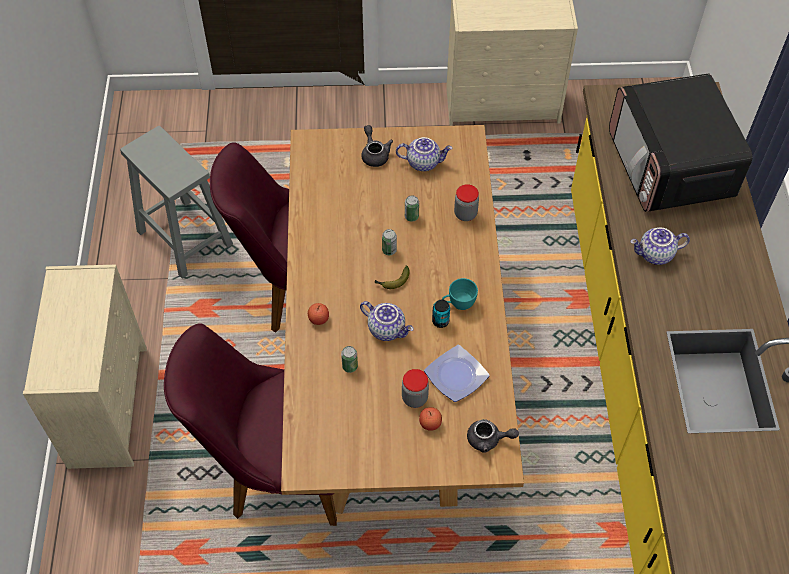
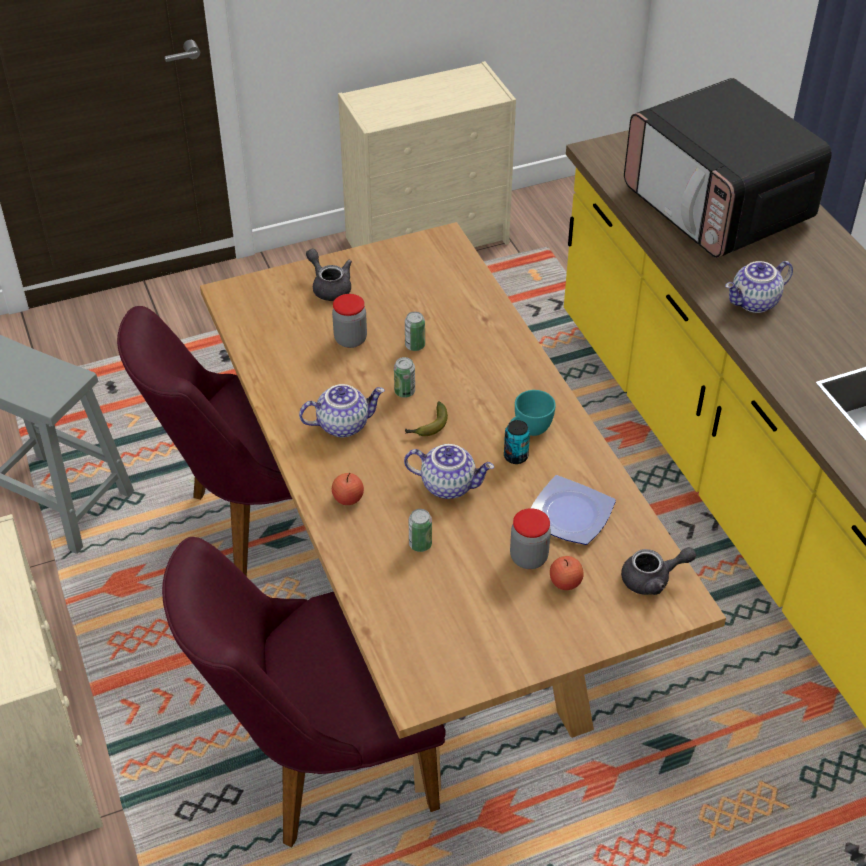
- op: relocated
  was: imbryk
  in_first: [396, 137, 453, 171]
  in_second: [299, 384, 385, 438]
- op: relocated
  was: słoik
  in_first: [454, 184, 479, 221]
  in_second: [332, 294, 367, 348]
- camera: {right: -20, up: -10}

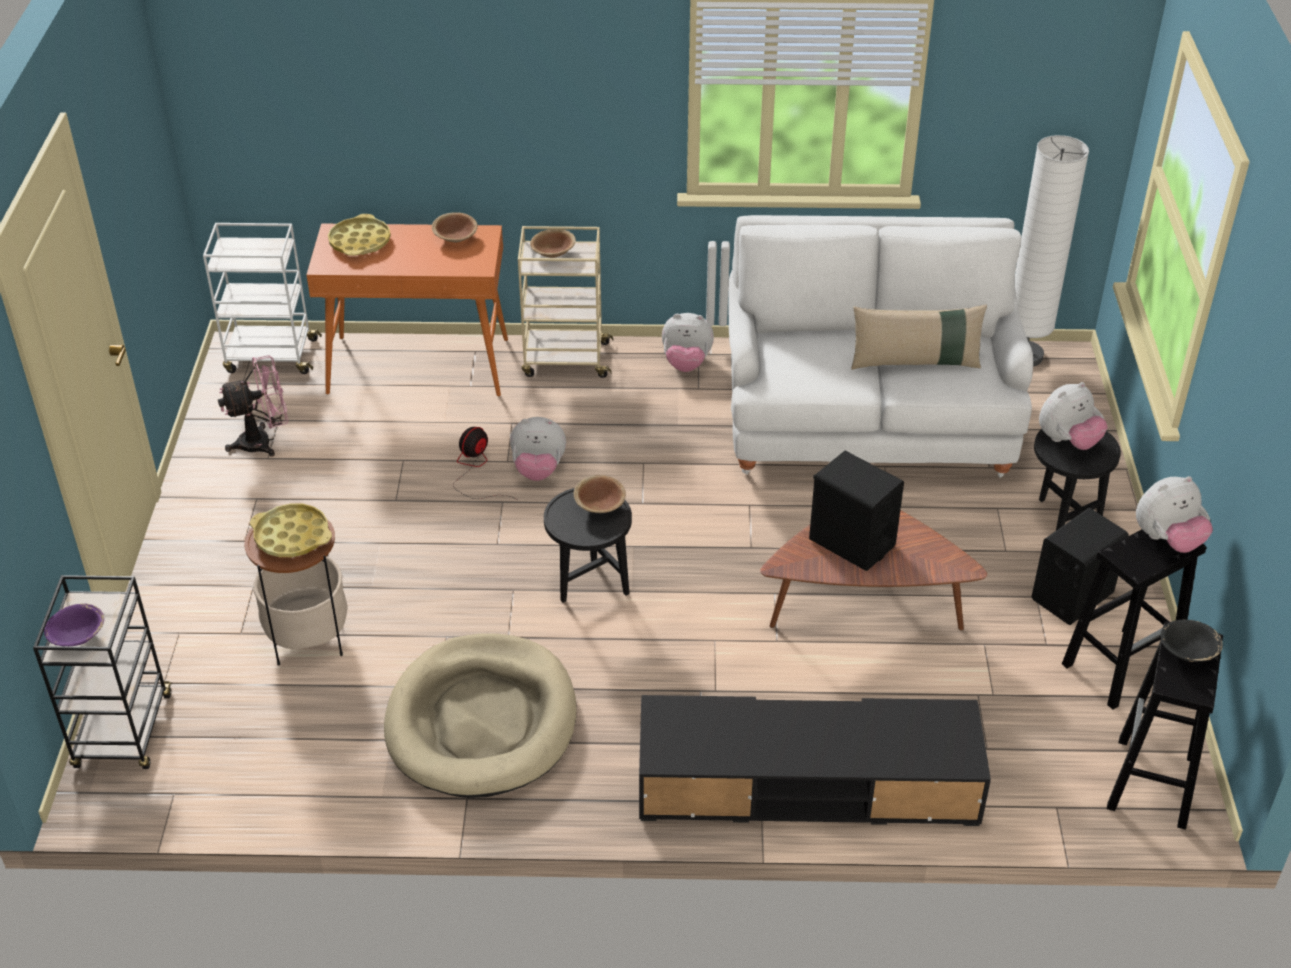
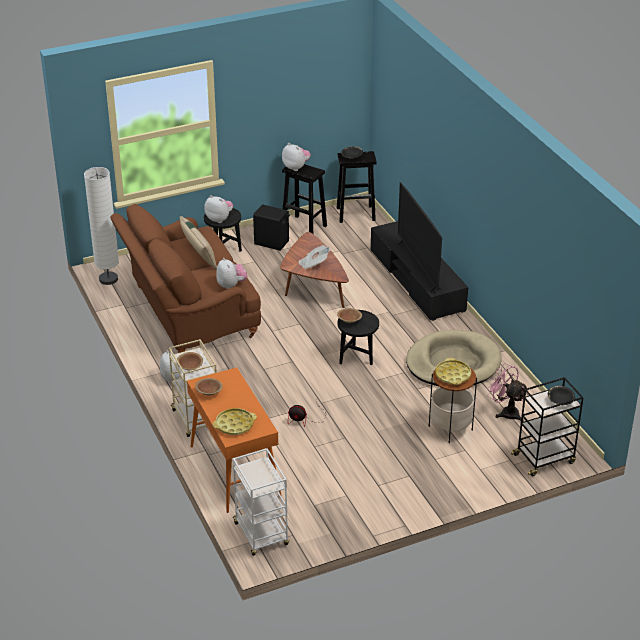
- op: colour
  was: kanapa [biały]
  now: kanapa [brązowy]
  in_first: [728, 215, 1033, 478]
  in_second: [110, 204, 261, 353]
- op: relocated
  was: wentylator [różowy]
  in_first: [218, 355, 288, 457]
  in_second: [487, 363, 529, 421]
- op: relocated
  was: pluszak
  in_first: [510, 417, 566, 481]
  in_second: [216, 258, 248, 289]
- op: exchanged
  was: głośnik [czarny]
  now: gazeta
  in_first: [809, 451, 904, 571]
  in_second: [298, 245, 330, 269]
- op: colour
  was: miska [fioletowy]
  now: miska [czarny]
  in_first: [44, 604, 104, 646]
  in_second: [548, 386, 575, 405]
- op: appeared
  now: telewizor
  in_second: [397, 182, 442, 292]
- camera: {right: -115, up: -5}

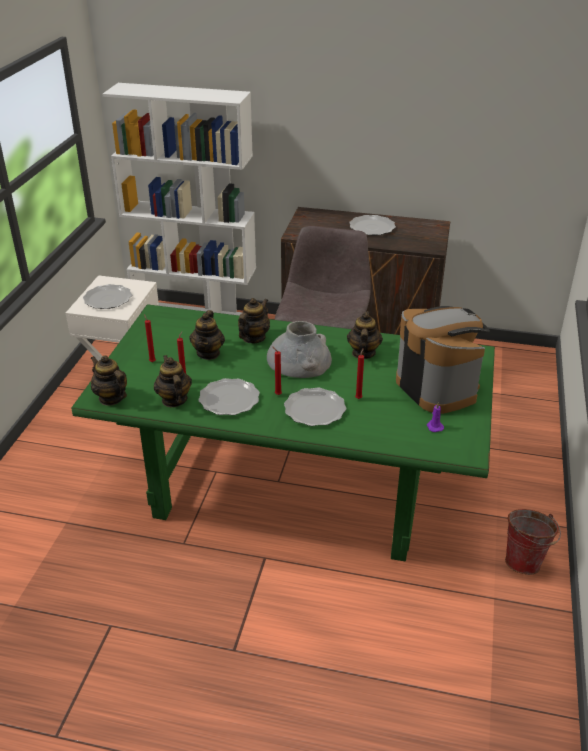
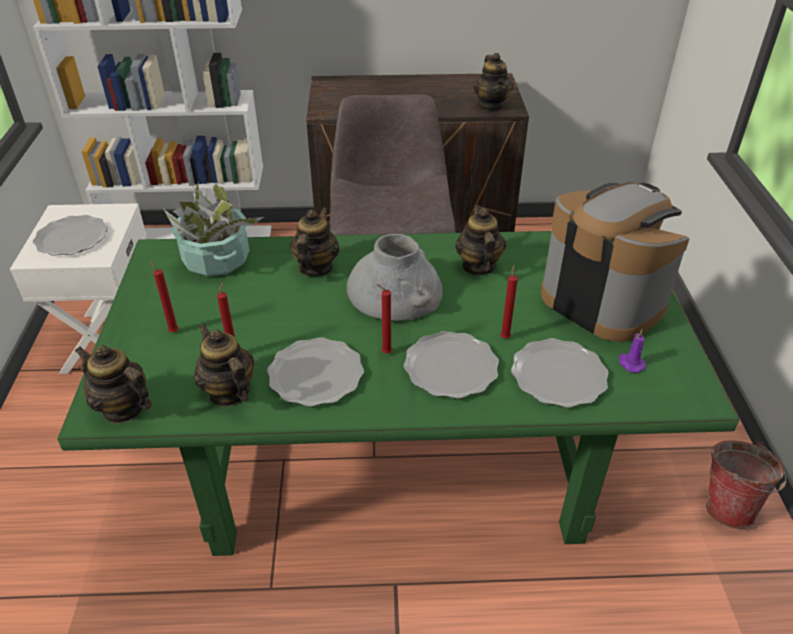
- op: relocated
  was: talerz
  in_first: [349, 215, 396, 236]
  in_second: [511, 338, 609, 408]
- op: relocated
  was: imbryk
  in_first: [189, 310, 225, 360]
  in_second: [474, 53, 513, 111]
- op: appeared
  now: roślina doniczkowa
  in_second: [164, 182, 264, 277]
- camera: {right: -15, up: 5}

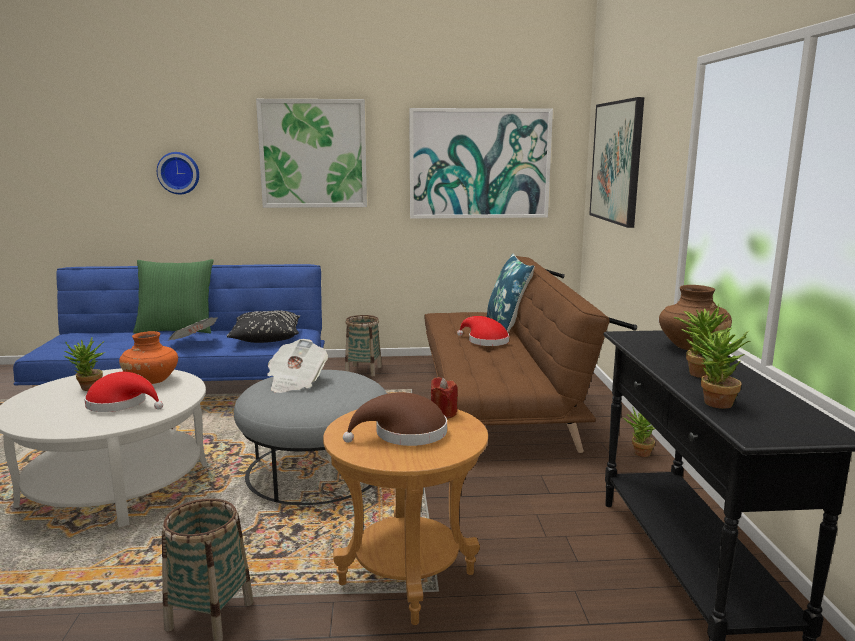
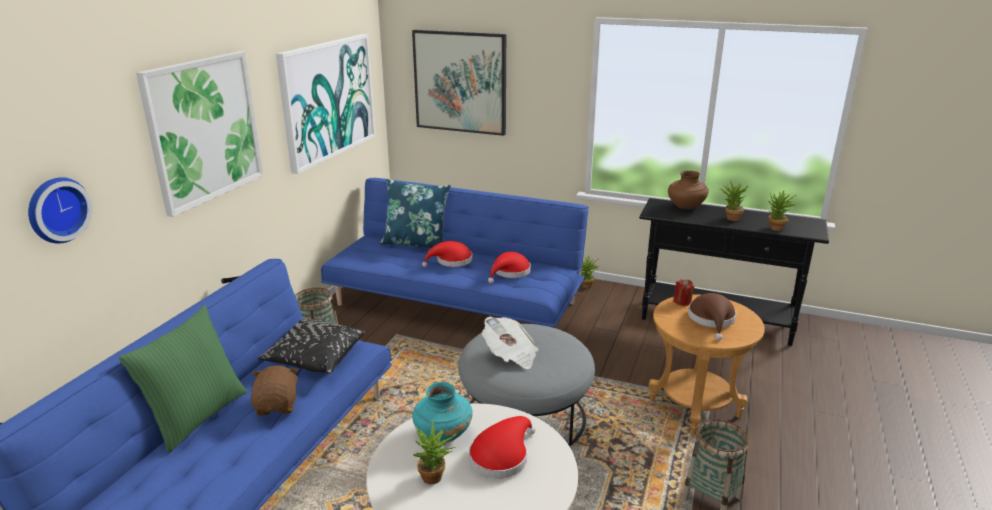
- op: colour
  was: kanapa [brązowy]
  now: kanapa [niebieski]
  in_first: [424, 256, 637, 453]
  in_second: [321, 178, 588, 327]
- op: exchanged
  was: gazeta
  now: pluszak [brązowy]
  in_first: [169, 317, 218, 340]
  in_second: [251, 365, 299, 415]
- op: colour
  was: wazon [pomarańczowy]
  now: wazon [turkusowy]
  in_first: [119, 331, 178, 384]
  in_second: [412, 382, 473, 442]
- op: appeared
  now: kapelusz [czerwony]
  in_second: [488, 252, 531, 283]
- camera: {right: -65, up: 10}

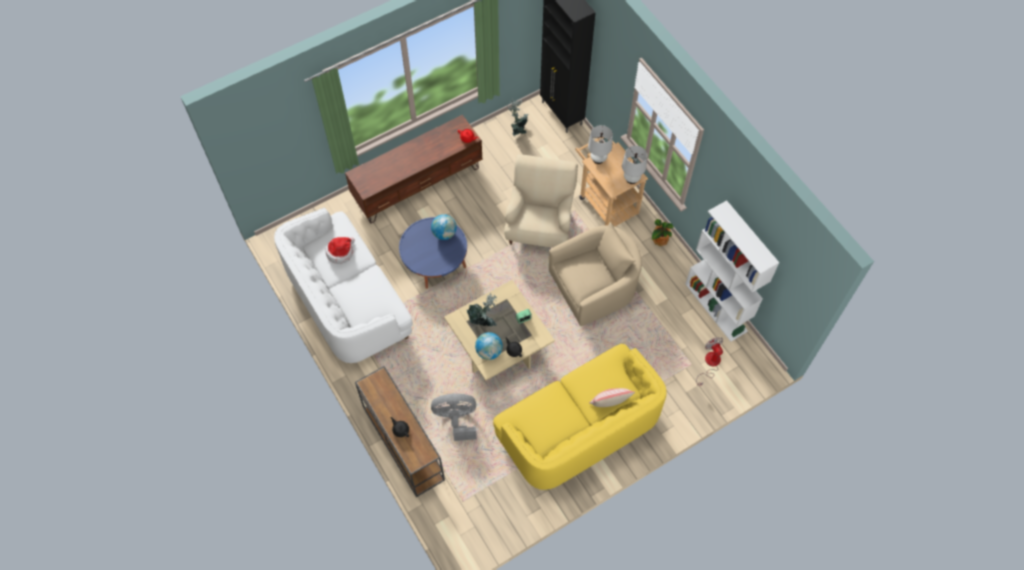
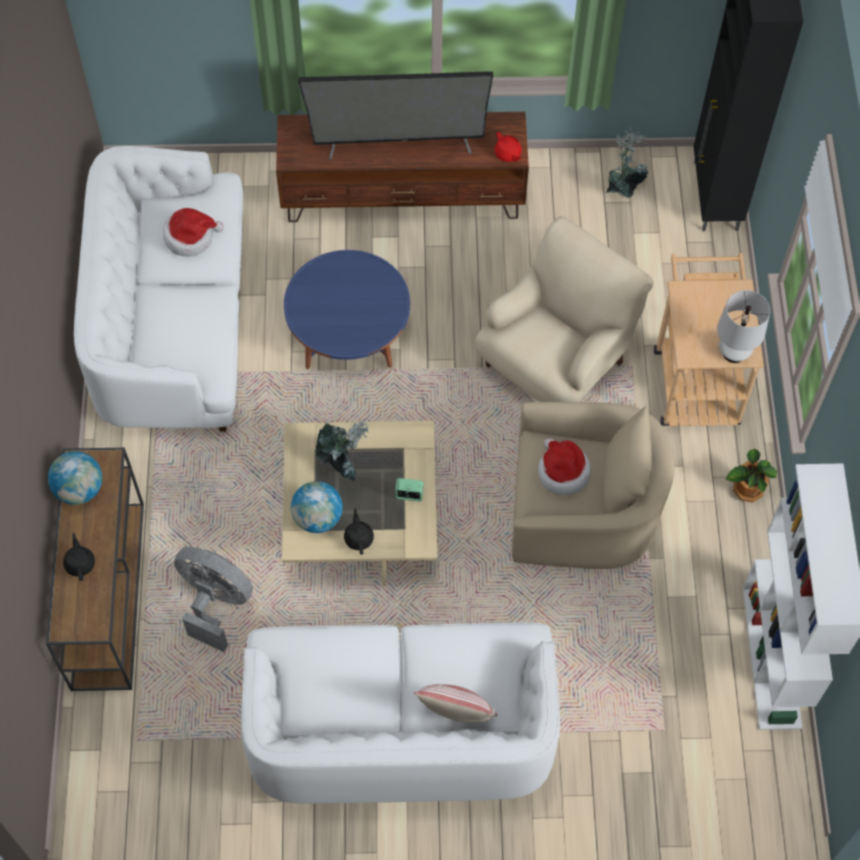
- op: missing
  was: lampa stołowa [biały]
  in_first: [588, 125, 613, 164]
- op: relocated
  was: globus
  in_first: [431, 214, 457, 240]
  in_second: [48, 451, 102, 505]
- op: missing
  was: wentylator
  in_first: [696, 337, 723, 386]
- op: colour
  was: kanapa [żółty]
  now: kanapa [biały]
  in_first: [493, 344, 667, 490]
  in_second: [241, 622, 560, 804]
- op: appeared
  now: telewizor
  in_second: [298, 71, 493, 160]
- op: appeared
  now: kapelusz
  in_second: [538, 438, 591, 495]
- camera: {right: 30, up: 0}

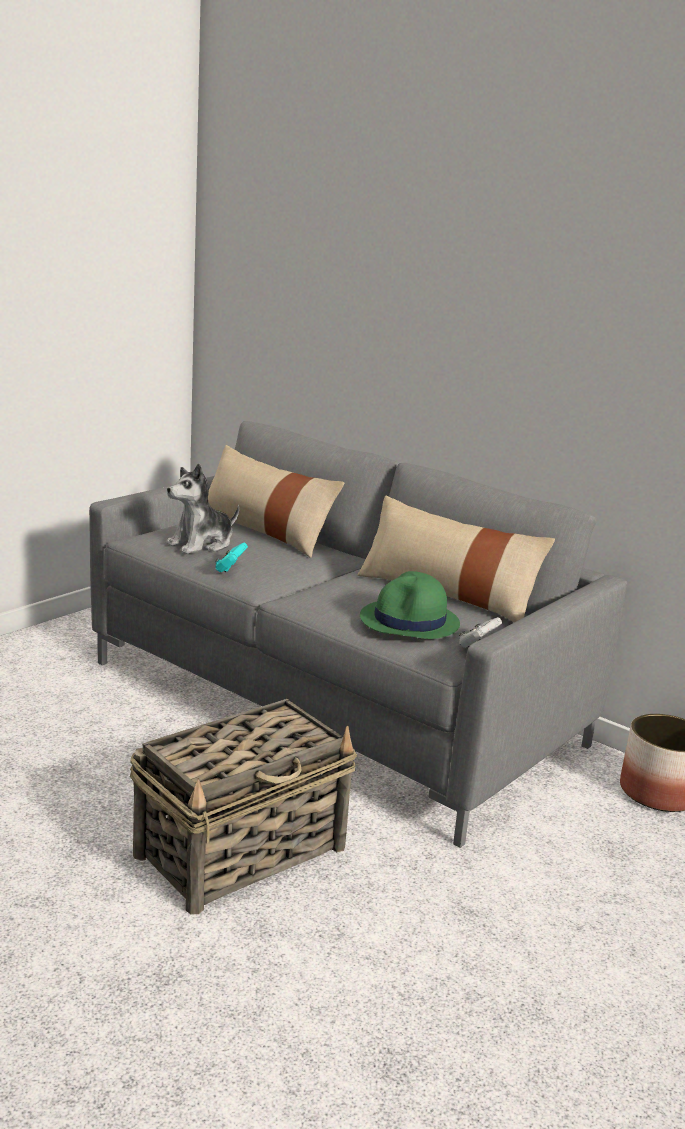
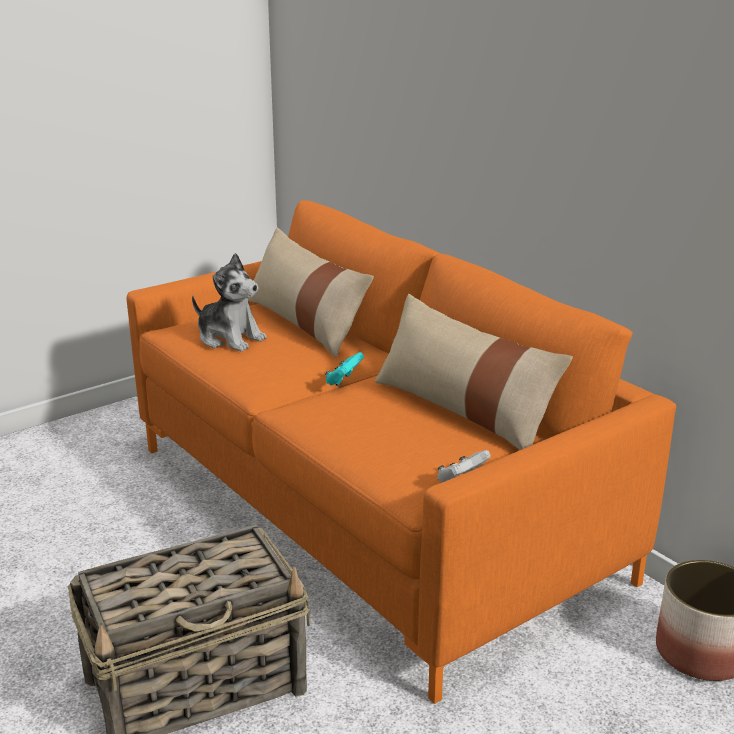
- op: colour
  was: kanapa [szary]
  now: kanapa [pomarańczowy]
  in_first: [89, 421, 627, 848]
  in_second: [127, 200, 676, 704]
- op: spun
  was: pluszak
  in_first: [166, 463, 239, 554]
  in_second: [192, 253, 267, 352]
  clockwise: -120
- op: relocated
  was: pad do gier [turkusowy]
  in_first: [215, 543, 248, 573]
  in_second: [325, 352, 364, 386]
- op: missing
  was: kapelusz [zielony]
  in_first: [360, 571, 460, 639]
- camera: {right: 15, up: 5}

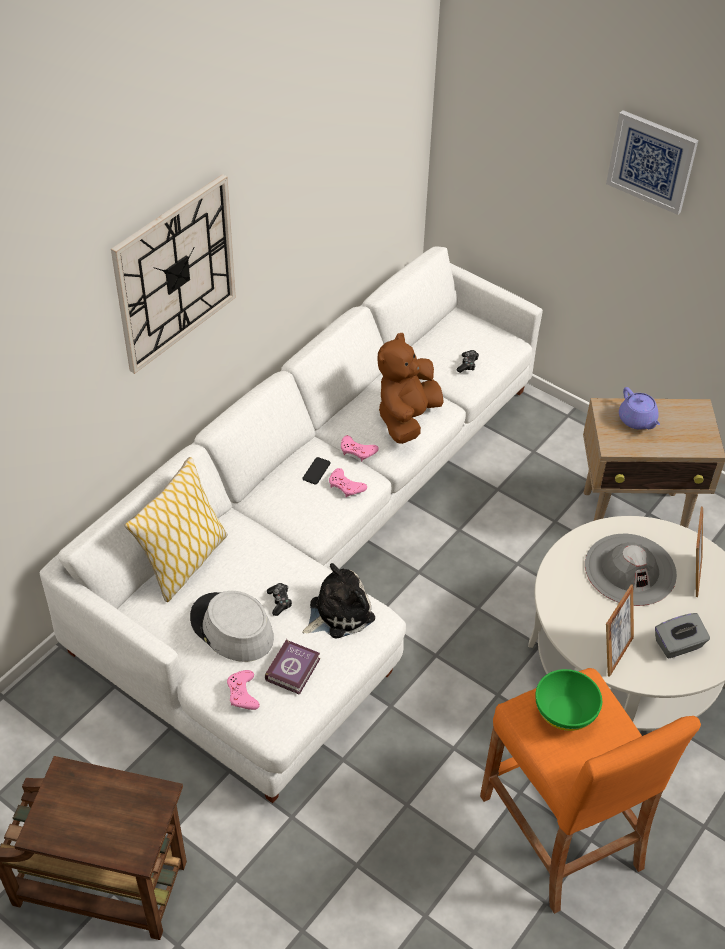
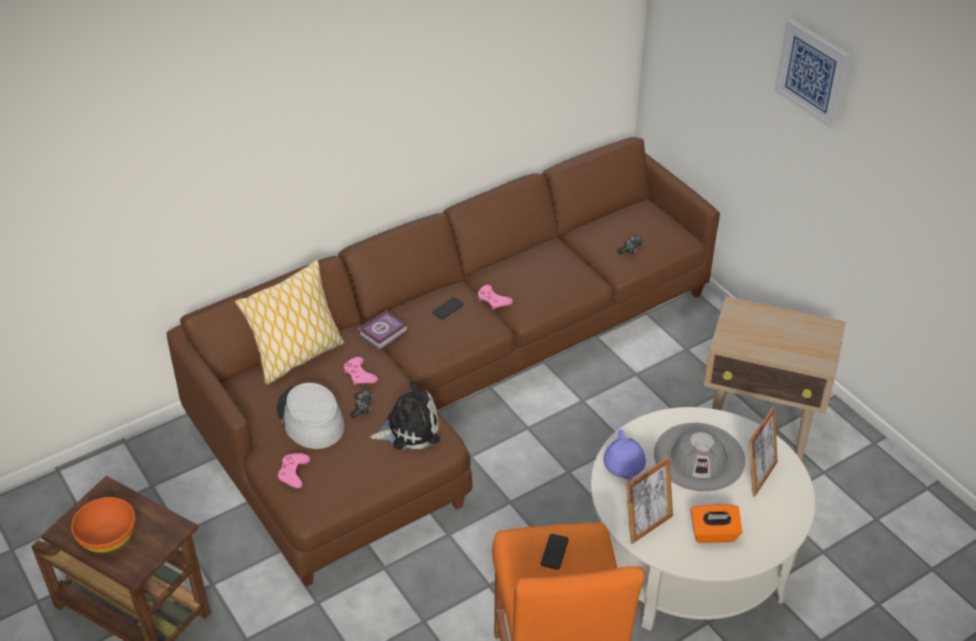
- op: missing
  was: zegar ścienny
  in_first: [111, 174, 236, 374]
- op: colour
  was: kanapa [biały]
  now: kanapa [brązowy]
  in_first: [40, 246, 543, 803]
  in_second: [167, 137, 720, 587]
- op: missing
  was: pluszak [brązowy]
  in_first: [377, 333, 444, 444]
- op: relocated
  was: imbryk [fioletowy]
  in_first: [619, 387, 660, 429]
  in_second: [603, 429, 646, 479]
- op: relocated
  was: pad do gier [różowy]
  in_first: [329, 468, 367, 498]
  in_second: [344, 357, 378, 385]
- op: colour
  was: pudełko chusteczek [szary]
  now: pudełko chusteczek [pomarańczowy]
  in_first: [655, 613, 710, 659]
  in_second: [690, 504, 743, 543]
- op: relocated
  was: książka
  in_first: [265, 639, 320, 695]
  in_second: [358, 309, 408, 351]
- op: exchanged
  was: miska [zielony]
  now: telefon
  in_first: [535, 669, 602, 731]
  in_second: [541, 534, 569, 570]
- op: appeared
  now: miska [pomarańczowy]
  in_second: [71, 497, 135, 553]
- camera: {right: 20, up: -5}

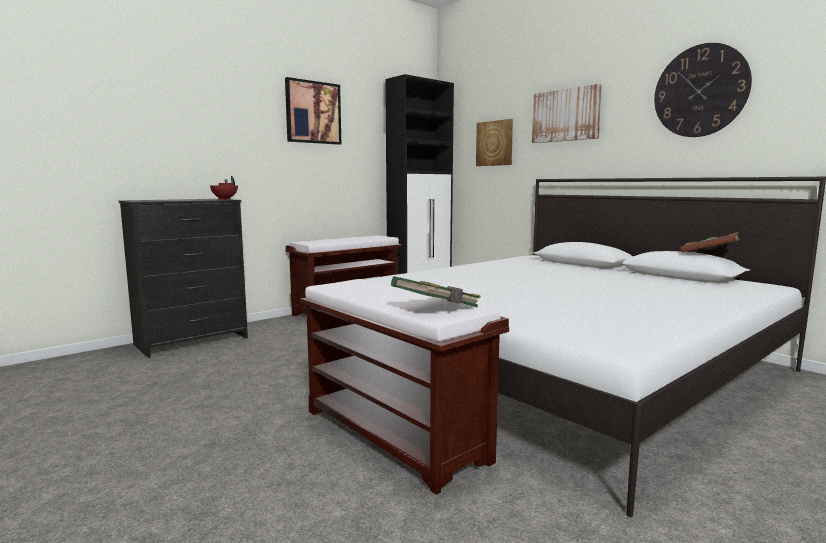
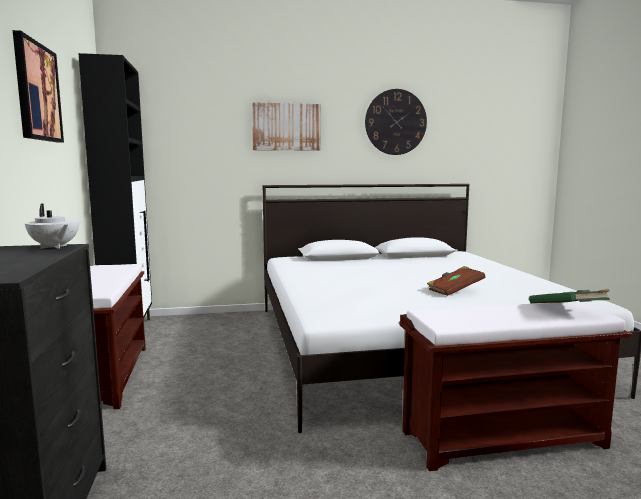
- op: missing
  was: obraz
  in_first: [476, 119, 513, 166]
- op: colour
  was: imbryk [czerwony]
  now: imbryk [biały]
  in_first: [210, 176, 238, 200]
  in_second: [25, 203, 79, 249]
- op: relocated
  was: książka [brązowy]
  in_first: [680, 232, 740, 252]
  in_second: [427, 266, 485, 296]
- camera: {right: -60, up: 0}

